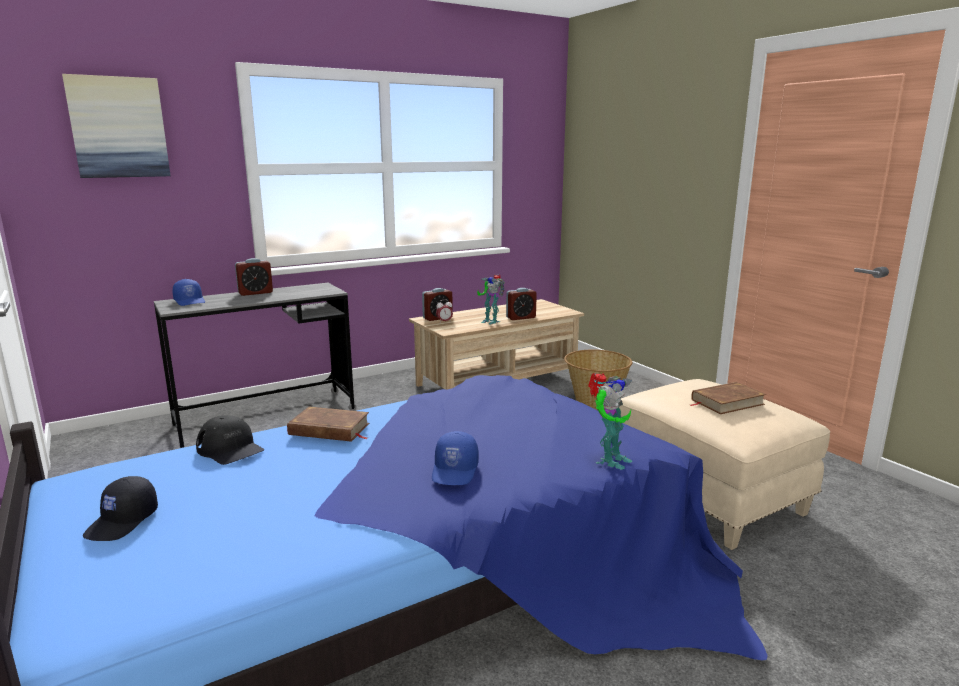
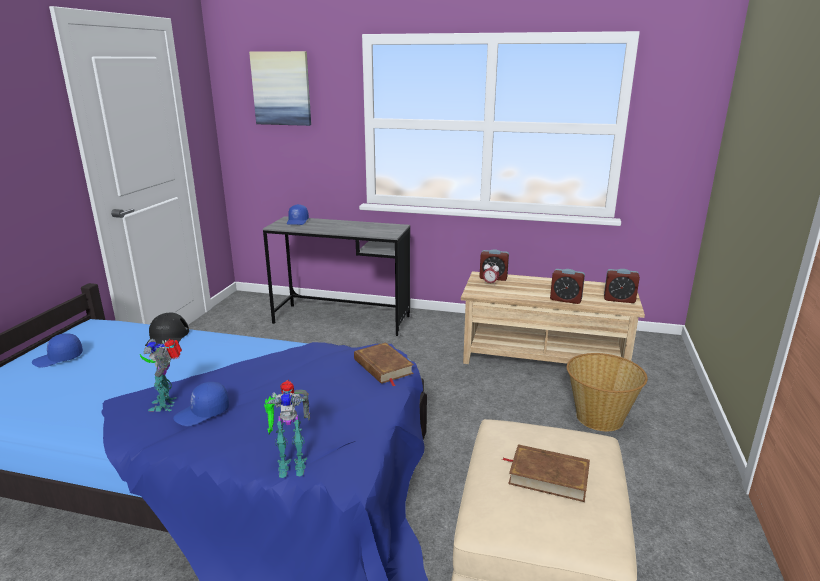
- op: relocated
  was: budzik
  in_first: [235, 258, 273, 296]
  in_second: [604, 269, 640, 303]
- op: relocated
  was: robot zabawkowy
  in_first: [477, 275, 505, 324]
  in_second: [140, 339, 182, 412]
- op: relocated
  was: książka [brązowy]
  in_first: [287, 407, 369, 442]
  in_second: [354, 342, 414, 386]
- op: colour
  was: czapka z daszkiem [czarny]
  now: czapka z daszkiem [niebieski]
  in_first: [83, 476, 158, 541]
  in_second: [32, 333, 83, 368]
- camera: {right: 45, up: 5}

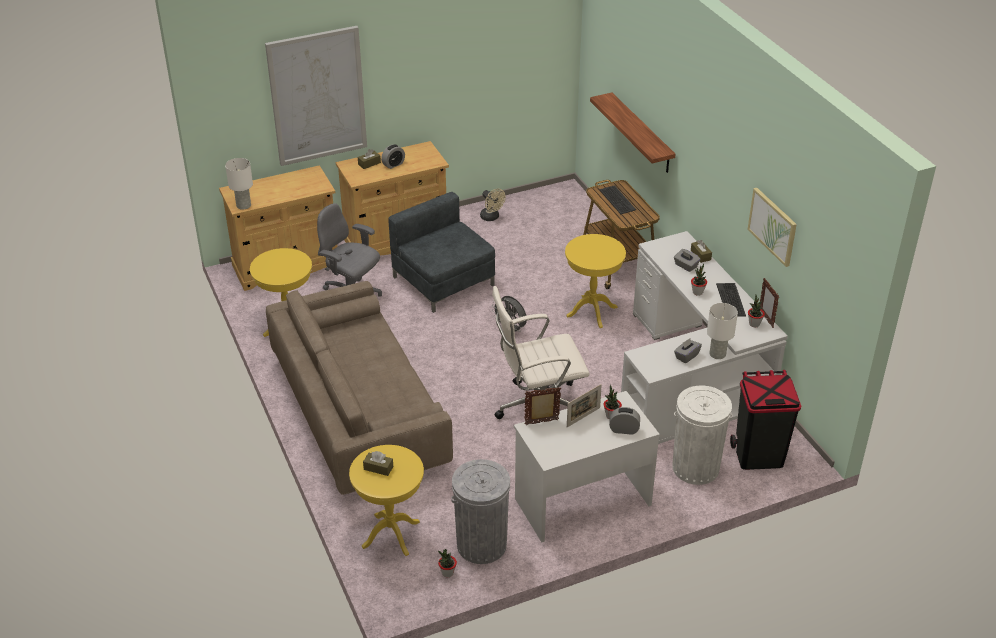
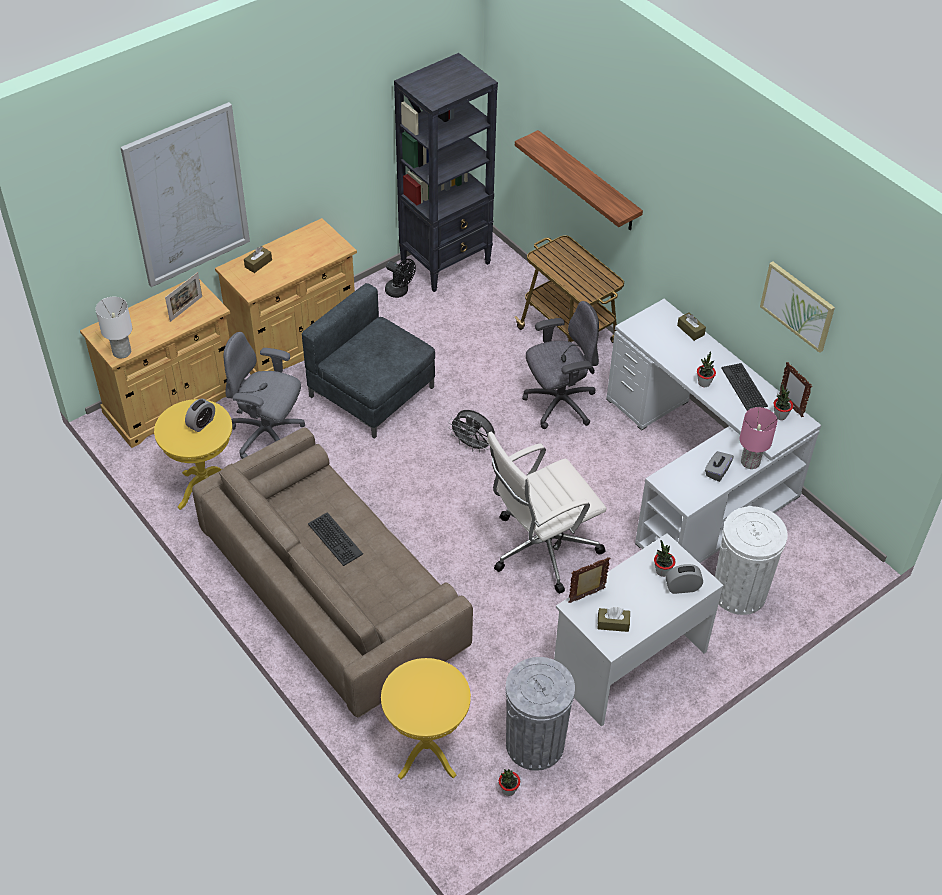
- op: relocated
  was: budzik
  in_first: [381, 144, 405, 169]
  in_second: [185, 398, 215, 432]
- op: relocated
  was: klawiatura
  in_first: [600, 185, 636, 214]
  in_second: [308, 512, 363, 566]
- op: colour
  was: wentylator [beżowy]
  now: wentylator [czarny]
  in_first: [480, 189, 506, 221]
  in_second: [385, 259, 416, 298]
- op: exchanged
  was: stolik [żółty]
  now: krzesło biurowe [szary]
  in_first: [565, 234, 626, 328]
  in_second: [522, 301, 599, 429]
- op: missing
  was: pudełko chusteczek [szary]
  in_first: [674, 249, 700, 272]
- op: colour
  was: lampa stołowa [biały]
  now: lampa stołowa [różowy]
  in_first: [707, 303, 738, 359]
  in_second: [740, 407, 777, 469]
- op: missing
  was: kosz na śmieci [czarny]
  in_first: [730, 370, 801, 470]
- op: relocated
  was: ramka na zdjęcie
  in_first: [567, 384, 602, 427]
  in_second: [165, 272, 202, 322]
- op: relocated
  was: pudełko chusteczek [brązowy]
  in_first: [363, 451, 393, 476]
  in_second: [598, 607, 630, 632]
- op: appeared
  now: regał [czarny]
  in_second: [394, 53, 498, 292]
- camera: {right: -15, up: 10}

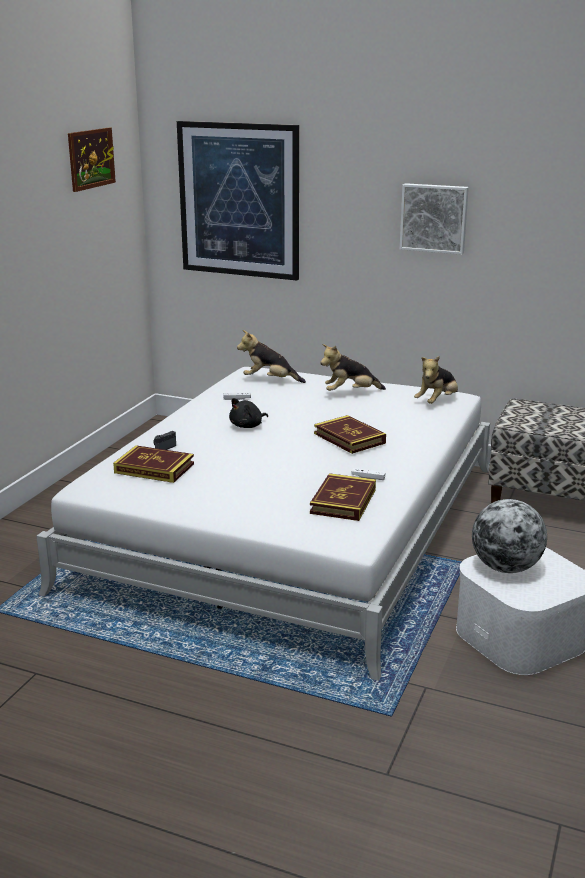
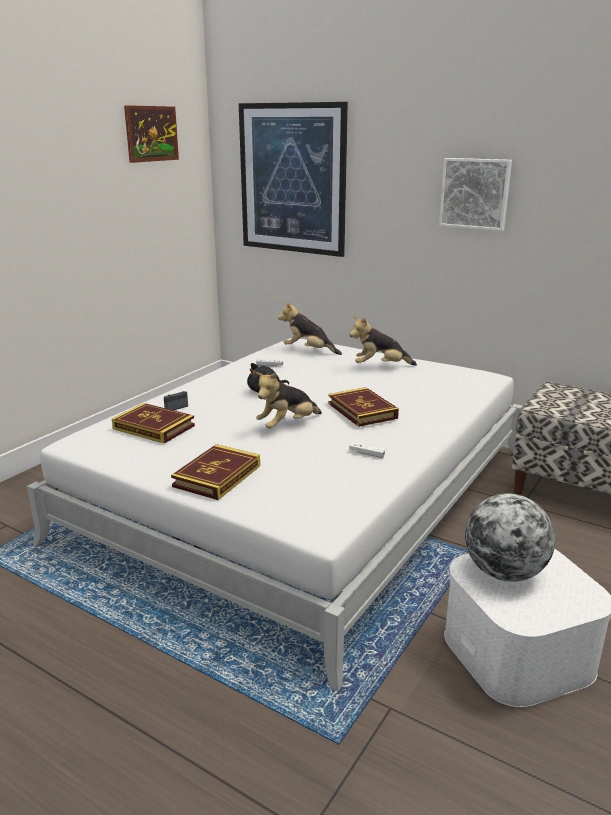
- op: relocated
  was: pluszak
  in_first: [414, 356, 458, 404]
  in_second: [256, 372, 322, 428]
- op: relocated
  was: książka
  in_first: [310, 473, 376, 521]
  in_second: [171, 444, 260, 500]
- camera: {right: 10, up: 0}

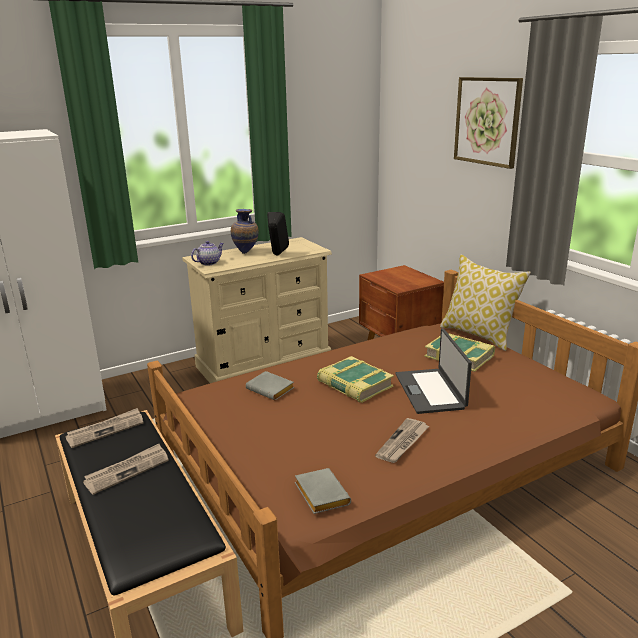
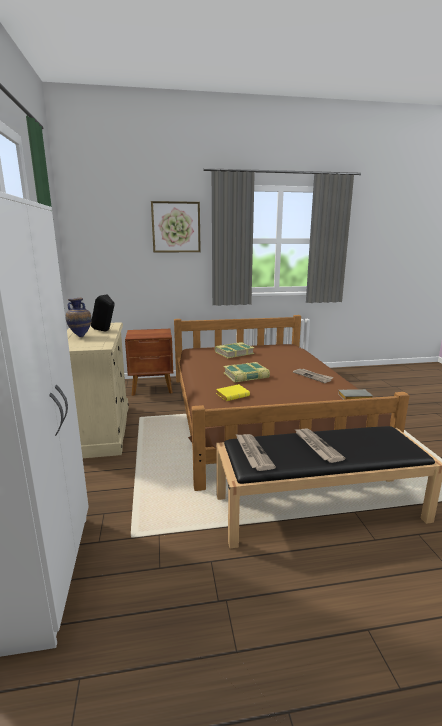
- op: missing
  was: imbryk
  in_first: [191, 241, 224, 265]
- op: missing
  was: poduszka
  in_first: [440, 255, 531, 351]
- op: missing
  was: laptop
  in_first: [396, 328, 472, 414]
- op: colour
  was: książka [szary]
  now: książka [żółty]
  in_first: [246, 371, 294, 400]
  in_second: [216, 384, 250, 401]
- camera: {right: -70, up: -5}

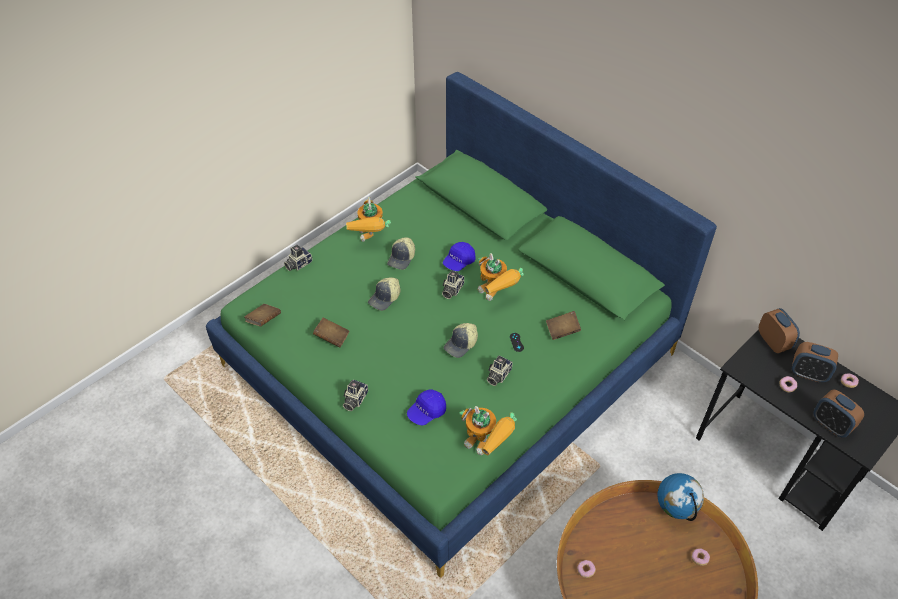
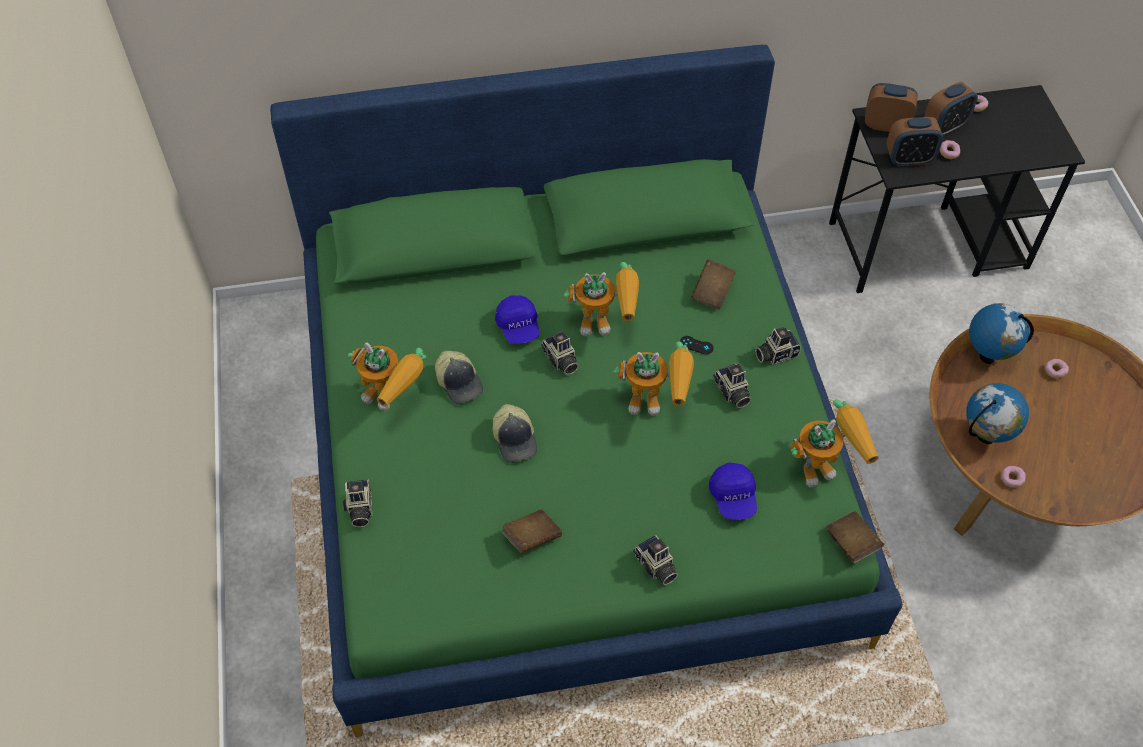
- op: relocated
  was: książka [brązowy]
  in_first: [244, 304, 281, 326]
  in_second: [826, 511, 884, 563]
- op: exchanged
  was: czapka z daszkiem
  now: robot zabawkowy
  in_first: [444, 323, 478, 358]
  in_second: [614, 341, 694, 416]
- op: relocated
  was: budzik
  in_first: [813, 390, 864, 438]
  in_second: [886, 117, 943, 166]
- op: appeared
  now: aparat fotograficzny
  in_second: [755, 327, 801, 365]
- op: appeared
  now: globus
  in_second: [966, 383, 1029, 444]
- camera: {right: -55, up: 5}

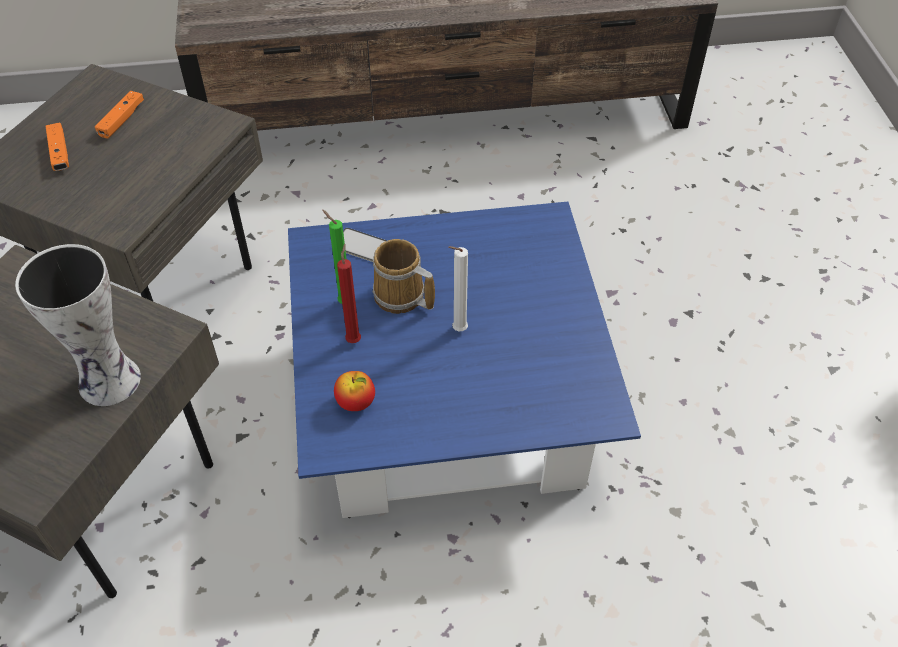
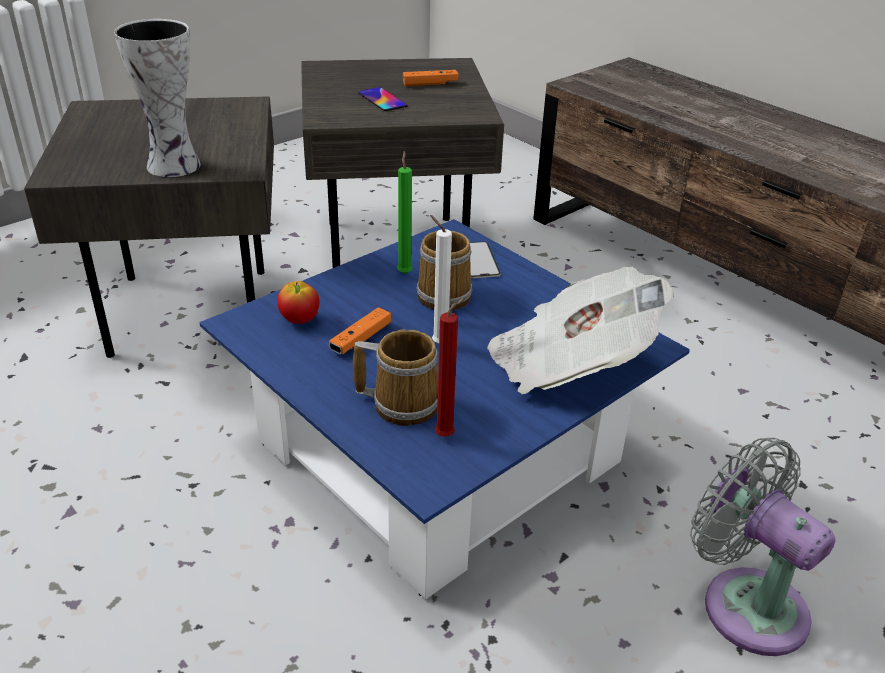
- op: relocated
  was: pad do gier [pomarańczowy]
  in_first: [45, 123, 69, 171]
  in_second: [329, 307, 391, 354]
- op: relocated
  was: świeca [czerwony]
  in_first: [337, 244, 361, 343]
  in_second: [435, 297, 466, 437]
- op: appeared
  now: telefon
  in_second: [358, 87, 408, 111]
- op: appeared
  now: gazeta
  in_second: [487, 267, 674, 394]
- op: appeared
  now: kubek
  in_second: [353, 329, 438, 426]
- op: appeared
  now: wentylator [szary]
  in_second: [690, 438, 835, 656]
- camera: {right: 55, up: -15}

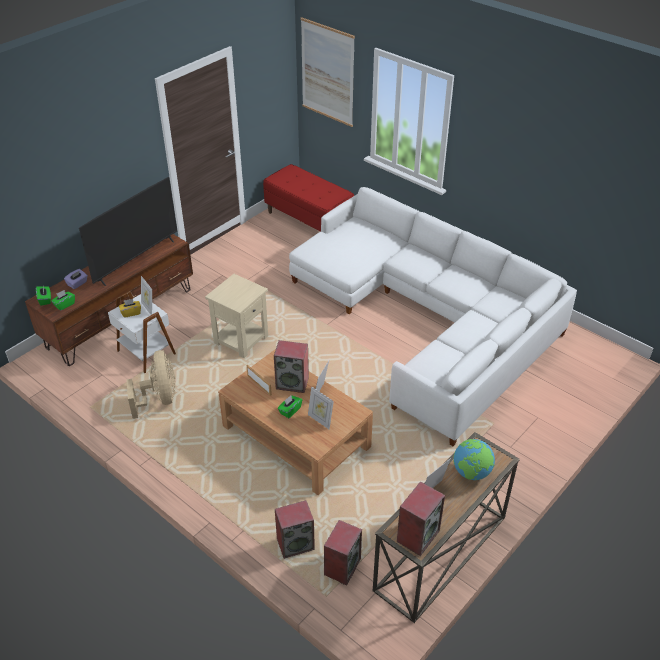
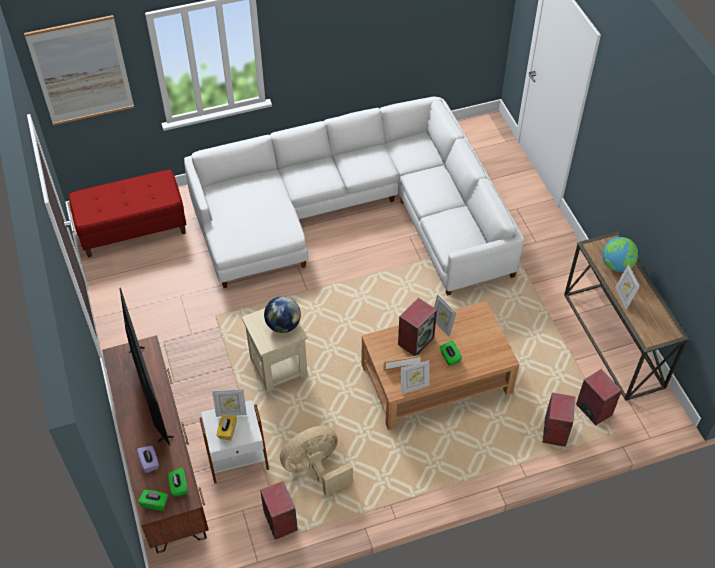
- op: spun
  was: wentylator [beżowy]
  in_first: [126, 350, 175, 419]
  in_second: [280, 426, 353, 496]
  clockwise: -45
- op: relocated
  was: ramka na zdjęcie
  in_first: [308, 387, 334, 430]
  in_second: [401, 360, 429, 393]
- op: relocated
  was: głośnik
  in_first: [397, 481, 445, 556]
  in_second: [260, 481, 298, 540]
- op: appeared
  now: globus
  in_second: [264, 296, 301, 333]
- camera: {right: -60, up: 10}

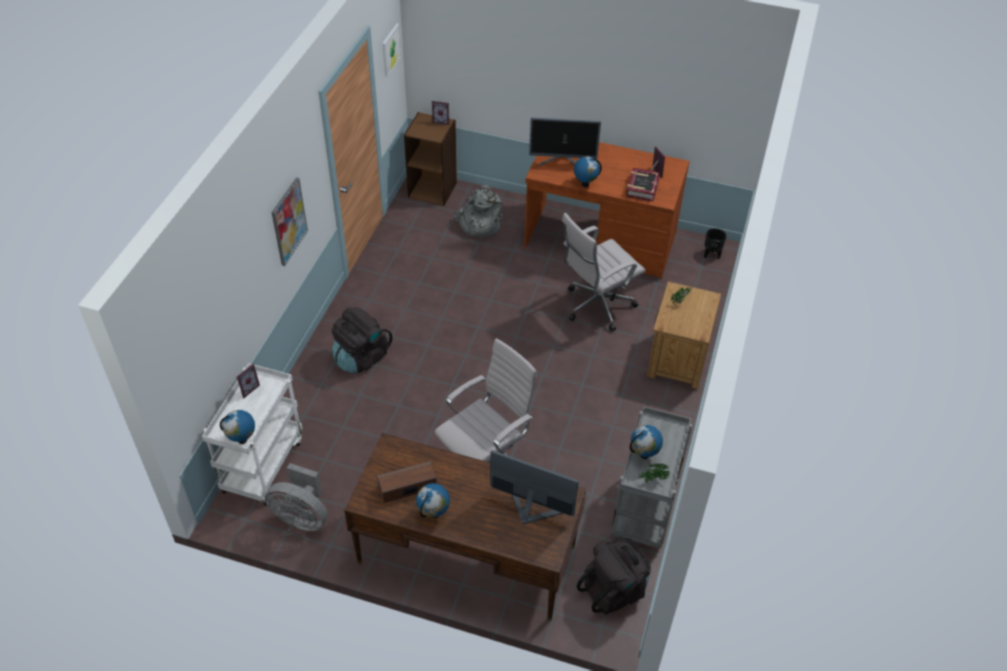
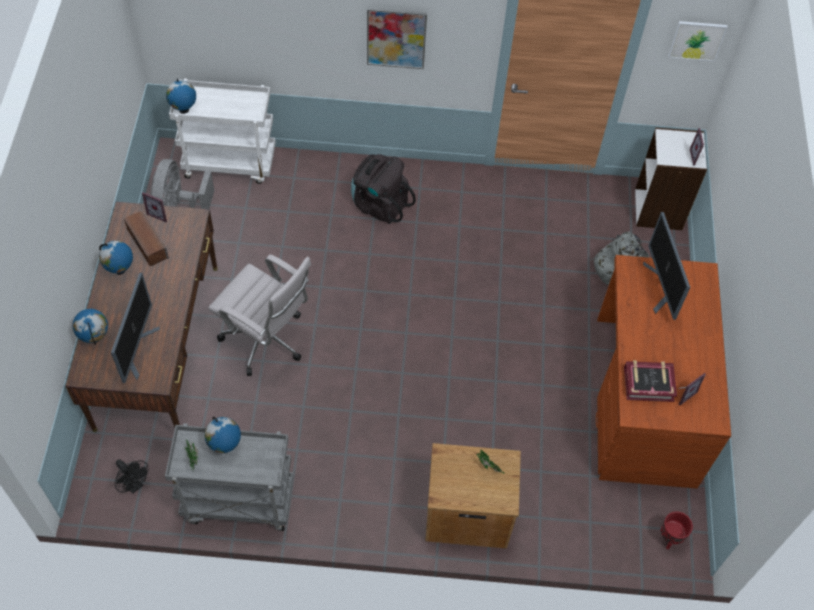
- op: colour
  was: regał [brązowy]
  now: regał [biały]
  in_first: [404, 112, 457, 206]
  in_second: [635, 127, 707, 230]
- op: relocated
  was: globus
  in_first: [574, 156, 602, 187]
  in_second: [73, 309, 108, 345]
- op: missing
  was: krzesło biurowe [biały]
  in_first: [562, 213, 646, 332]
- op: colour
  was: donica [czarny]
  now: donica [czerwony]
  in_first: [704, 228, 726, 259]
  in_second: [660, 511, 693, 550]
- op: relocated
  was: ramka na zdjęcie
  in_first: [237, 364, 260, 398]
  in_second: [142, 193, 167, 222]
- op: exchanged
  was: plecak [czarny]
  now: wentylator [czarny]
  in_first: [577, 537, 651, 615]
  in_second: [115, 459, 148, 493]
- camera: {right: 75, up: 10}

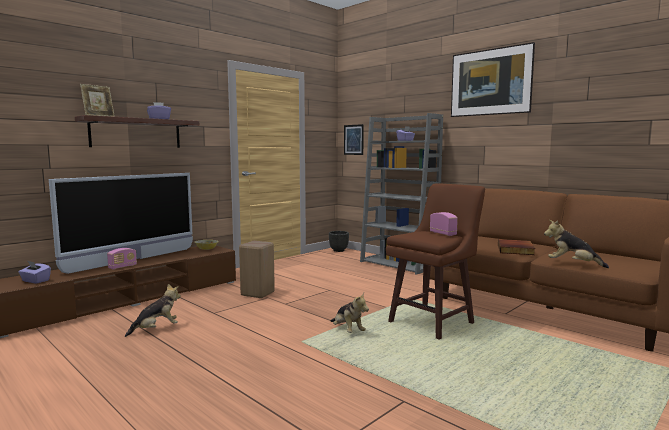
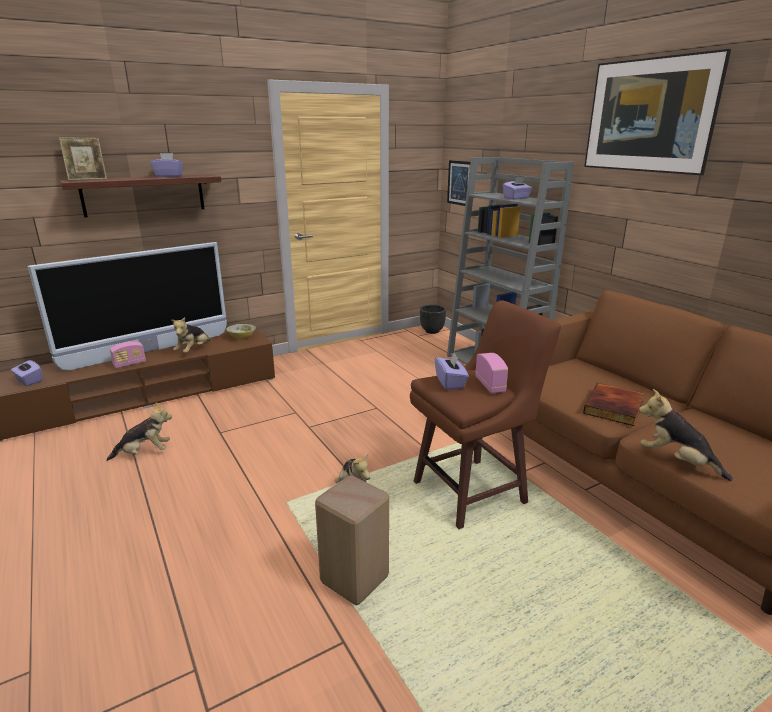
- op: relocated
  was: stołek [beżowy]
  in_first: [239, 241, 275, 298]
  in_second: [315, 476, 389, 605]
- op: appeared
  now: pluszak
  in_second: [171, 317, 210, 353]
- op: appeared
  now: pudełko chusteczek [fioletowy]
  in_second: [435, 353, 469, 390]
- camera: {right: 15, up: 15}

